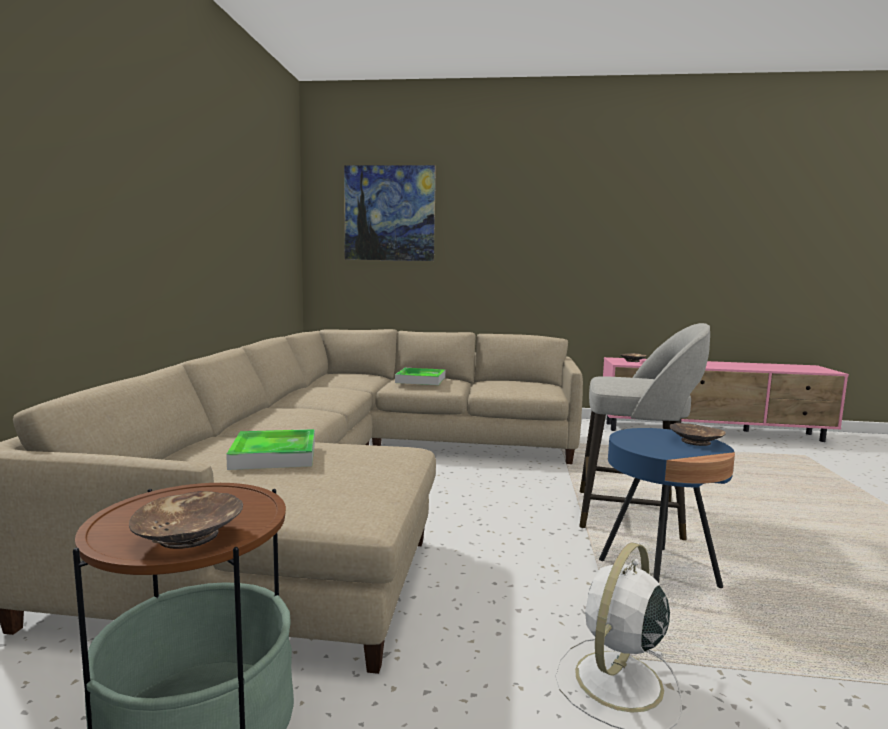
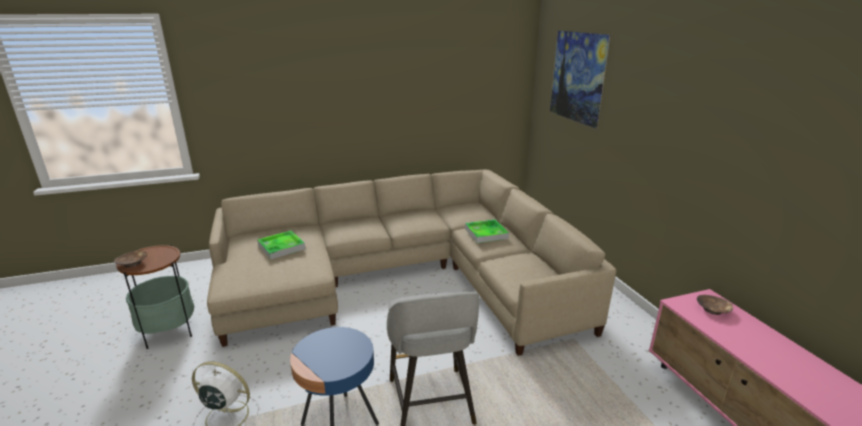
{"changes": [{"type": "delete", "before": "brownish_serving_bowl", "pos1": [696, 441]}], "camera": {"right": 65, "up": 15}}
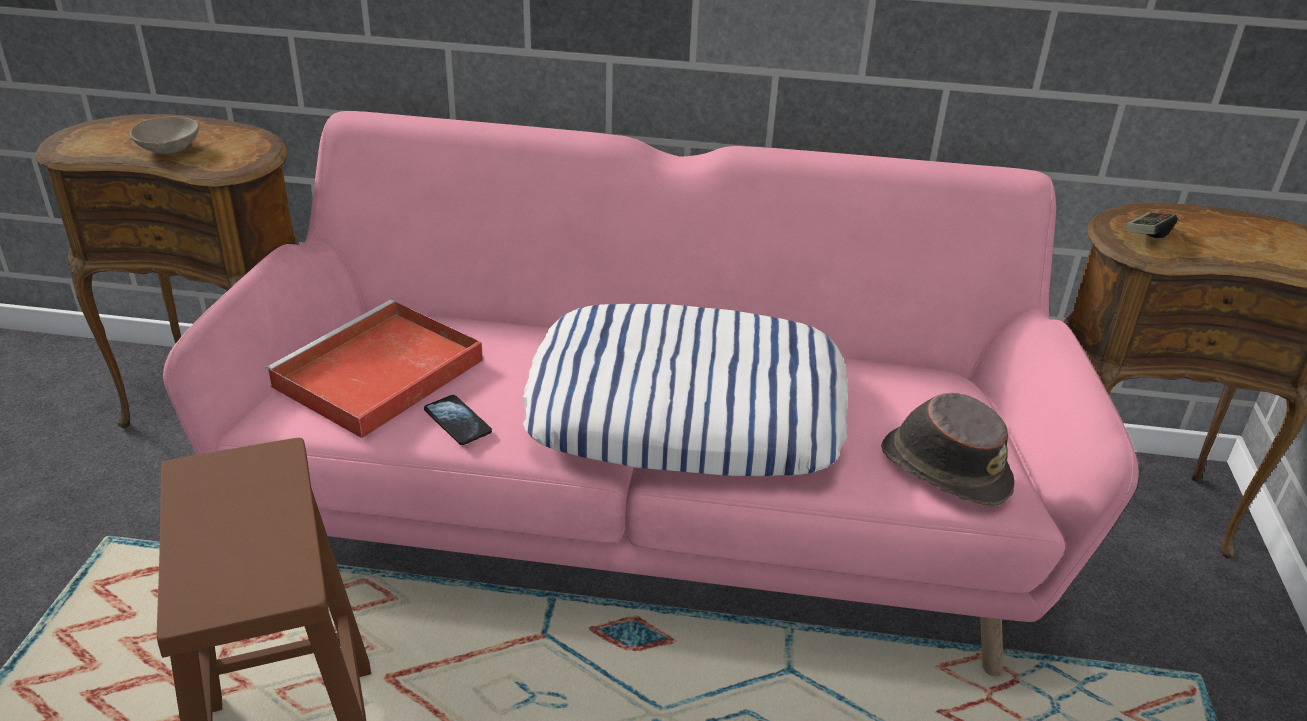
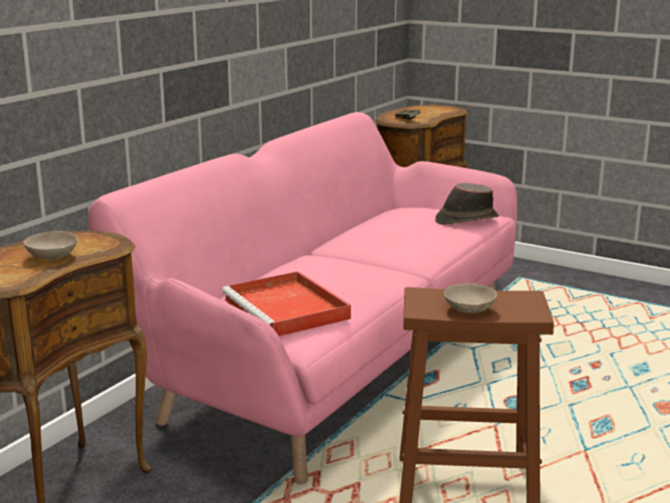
{"changes": [{"type": "delete", "before": "handset", "pos1": [457, 421]}, {"type": "delete", "before": "cushion", "pos1": [687, 408]}, {"type": "insert", "after": "beige_serving_bowl", "pos2": [469, 308]}], "camera": {"right": -65, "up": -15}}
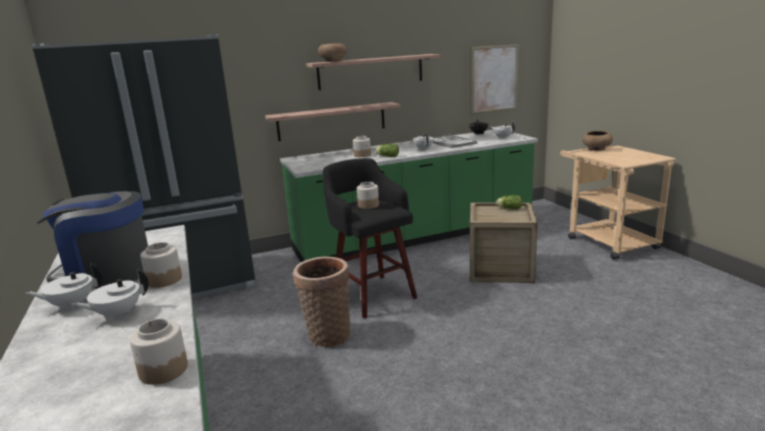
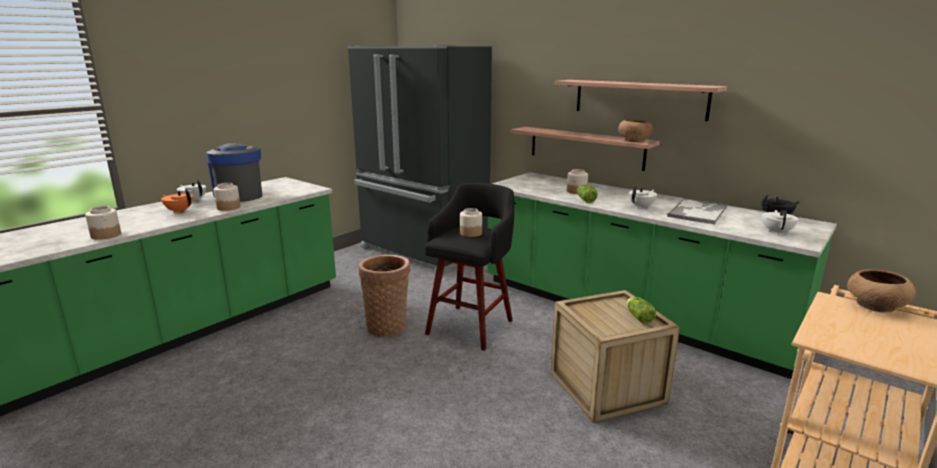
{"changes": [{"type": "delete", "before": "wall_picture", "pos1": [494, 79]}, {"type": "move", "before": "brownish_serving_bowl", "pos1": [333, 61], "pos2": [634, 140]}, {"type": "recolor", "before": "white_tea_pot", "after": "orange_tea_pot", "pos1": [118, 314], "pos2": [179, 211]}], "camera": {"right": 60, "up": 0}}
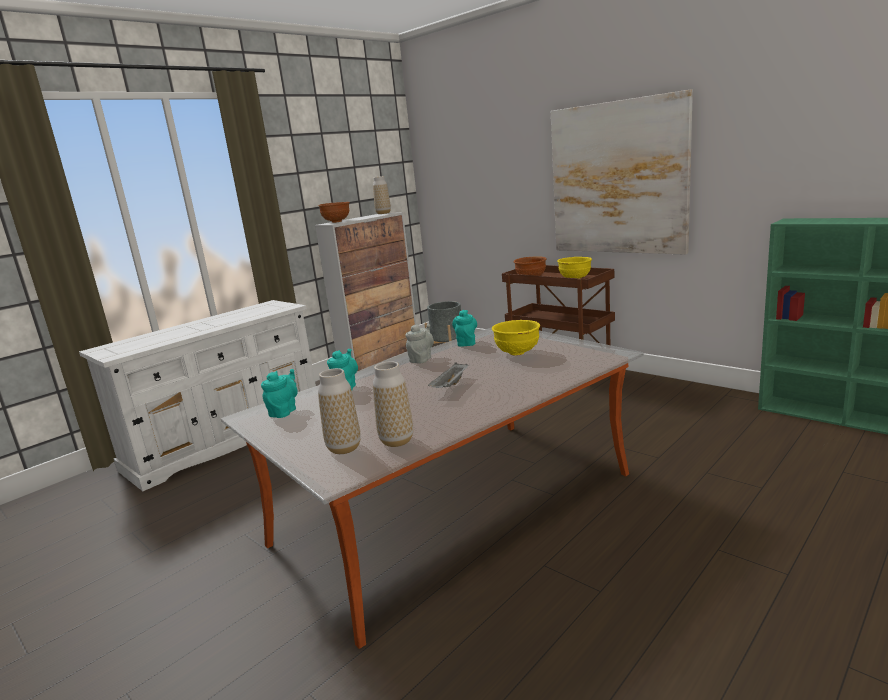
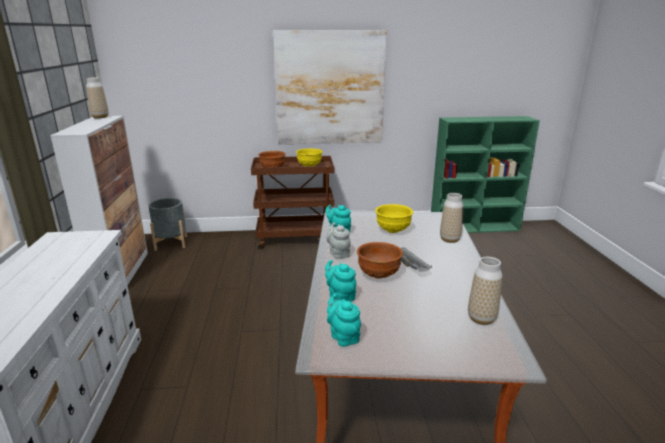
{"changes": [{"type": "move", "before": "brownish_serving_bowl", "pos1": [337, 222], "pos2": [379, 275]}, {"type": "move", "before": "decorative_vase", "pos1": [344, 448], "pos2": [449, 239]}], "camera": {"right": -50, "up": 5}}
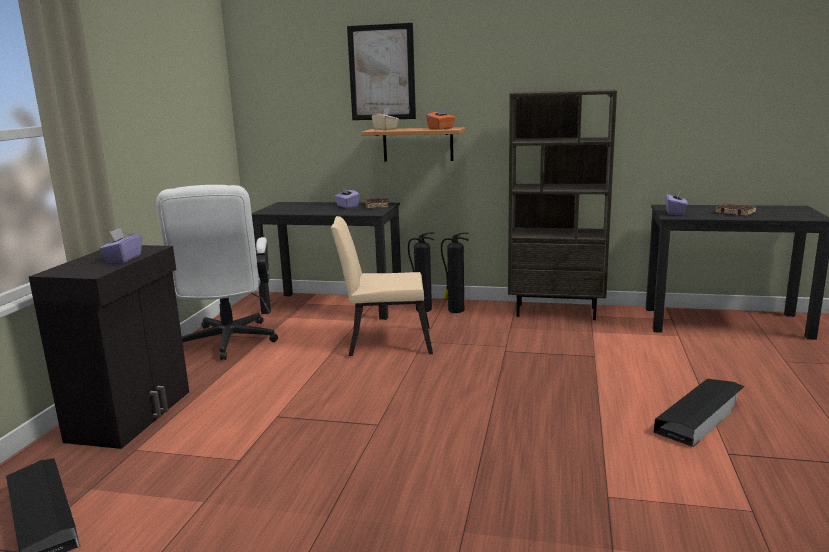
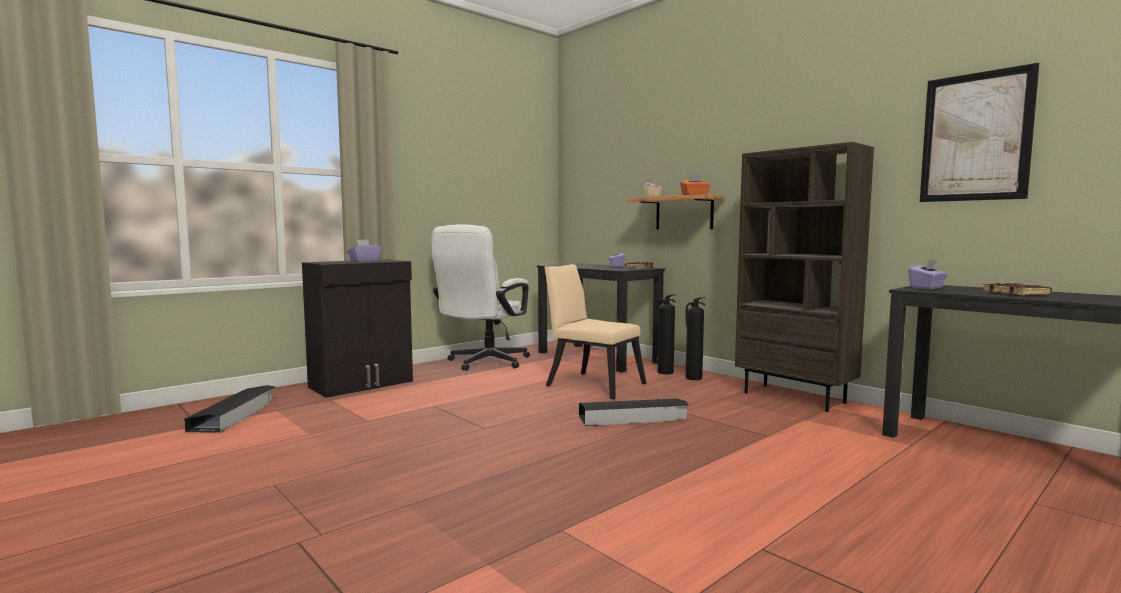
{"changes": [{"type": "move", "before": "wall_picture", "pos1": [382, 72], "pos2": [975, 137]}, {"type": "move", "before": "black_storage_box", "pos1": [700, 417], "pos2": [633, 418]}], "camera": {"right": 35, "up": -10}}
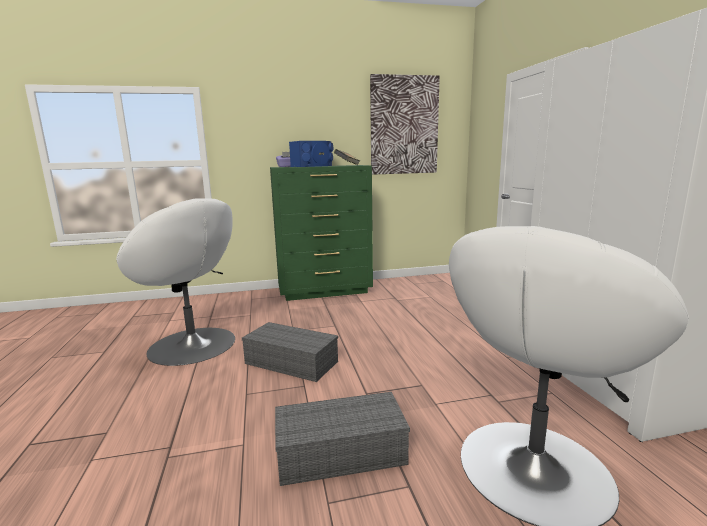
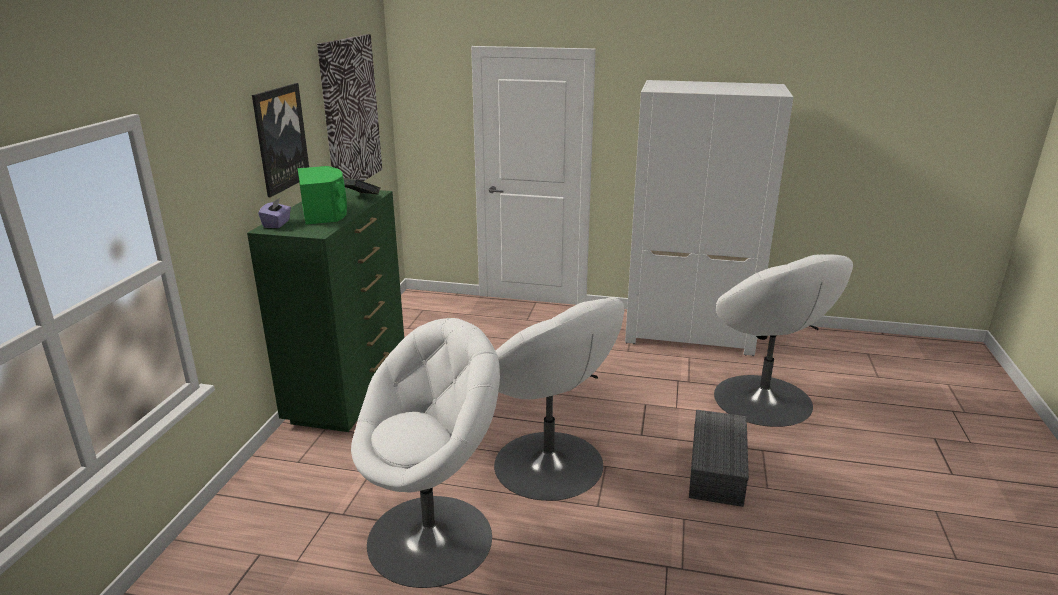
{"changes": [{"type": "insert", "after": "wall_picture", "pos2": [280, 138]}, {"type": "replace", "before": "greyish_storage_box", "after": "white_lounge_chair", "pos1": [289, 362], "pos2": [549, 465]}, {"type": "recolor", "before": "blue-coloured_speaker", "after": "green_speaker", "pos1": [313, 166], "pos2": [324, 212]}], "camera": {"right": -65, "up": 10}}
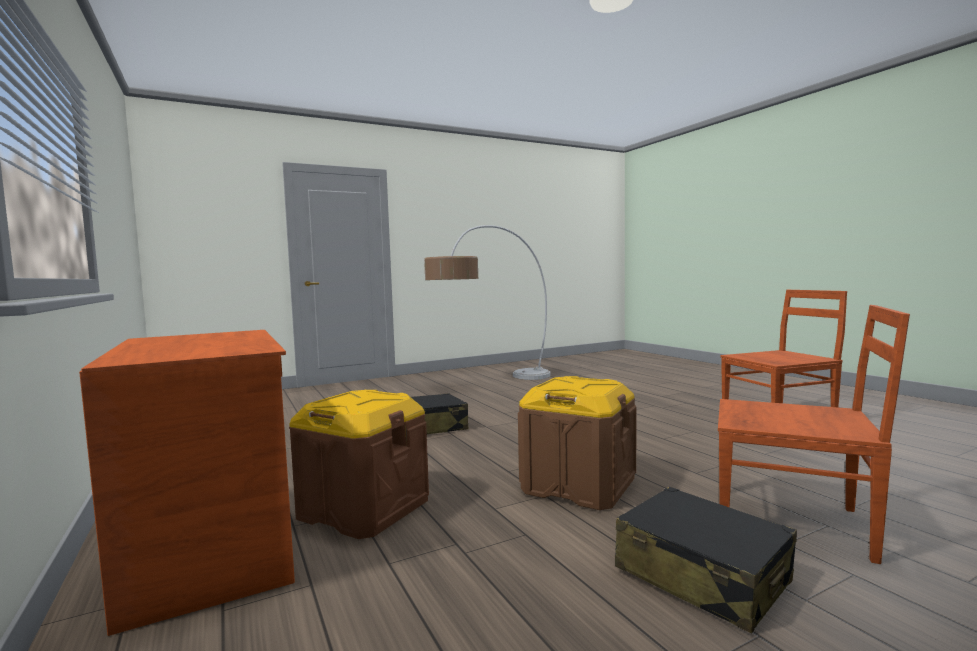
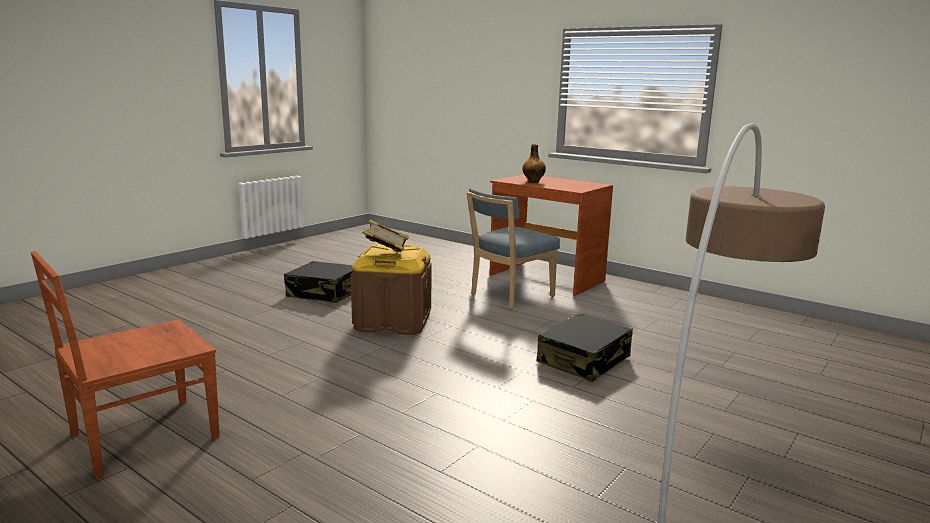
{"changes": [{"type": "delete", "before": "brownish_upright_chair", "pos1": [795, 523]}, {"type": "insert", "after": "bound_book", "pos2": [385, 255]}, {"type": "insert", "after": "drink_bottle", "pos2": [533, 181]}, {"type": "replace", "before": "brownish_storage_box", "after": "blue-coloured_upright_chair", "pos1": [364, 509], "pos2": [509, 296]}], "camera": {"right": 155, "up": 10}}
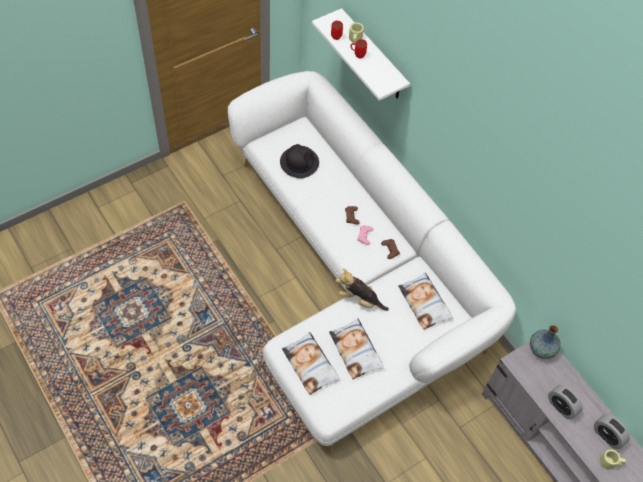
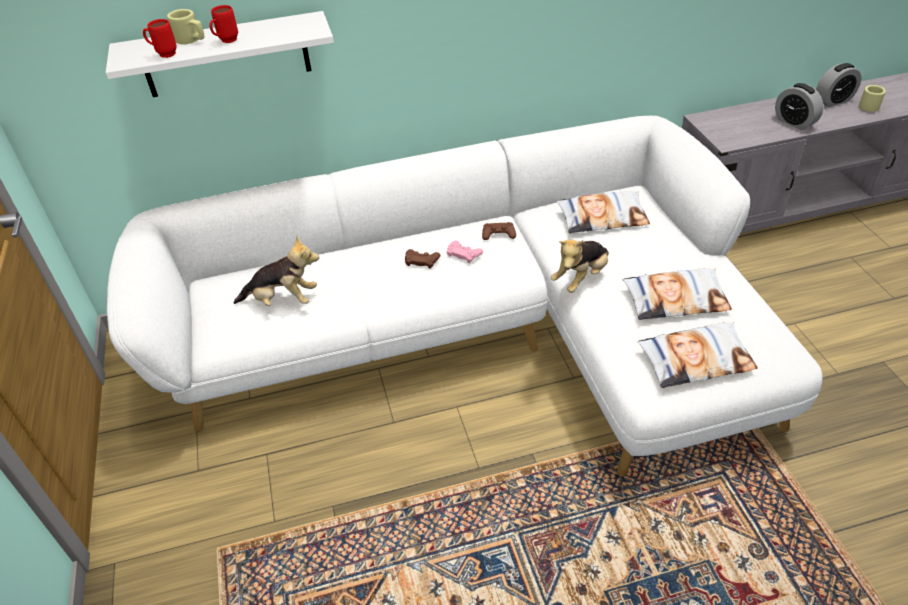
{"changes": [{"type": "delete", "before": "decorative_vase", "pos1": [541, 349]}, {"type": "replace", "before": "black_hat", "after": "soft_toy", "pos1": [299, 162], "pos2": [283, 300]}, {"type": "rotate", "before": "alarm_clock", "pos1": [561, 406], "pos2": [794, 122], "turn": 75}], "camera": {"right": -65, "up": -15}}
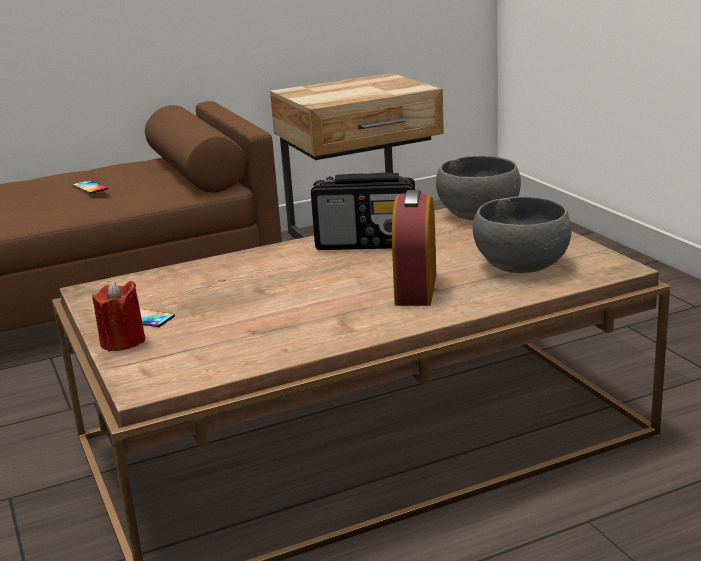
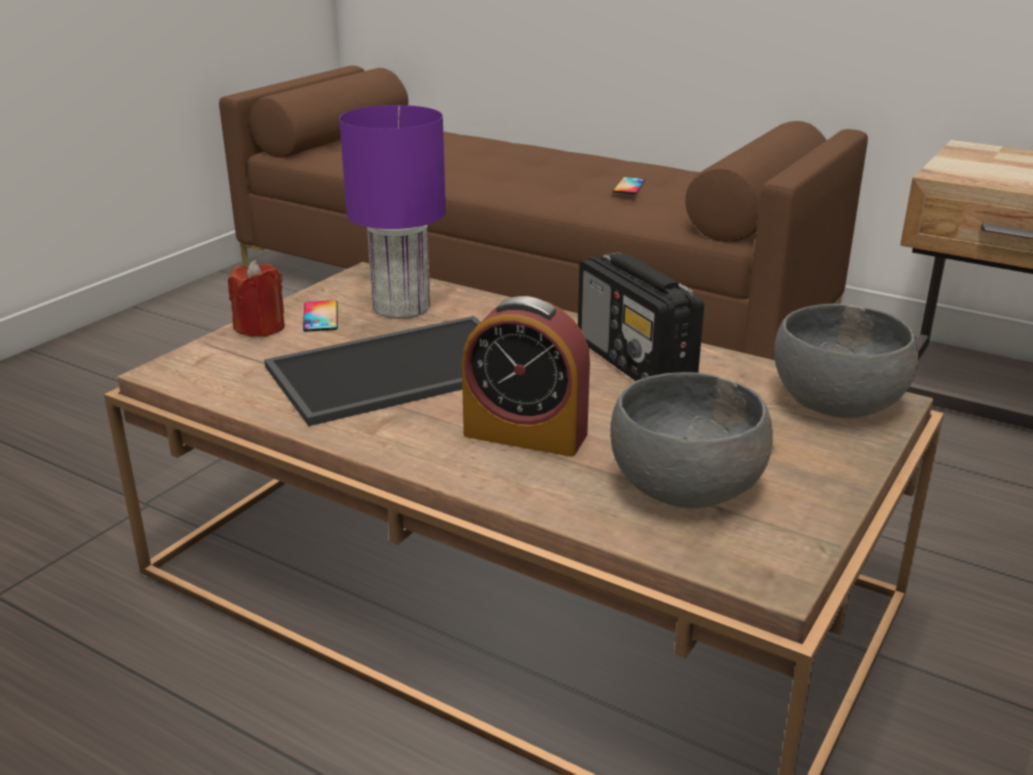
{"changes": [{"type": "insert", "after": "tray", "pos2": [398, 371]}, {"type": "insert", "after": "purple-coloured_lamp_for_a_table", "pos2": [403, 307]}, {"type": "rotate", "before": "alarm_clock", "pos1": [416, 289], "pos2": [525, 434], "turn": -135}], "camera": {"right": 55, "up": 5}}
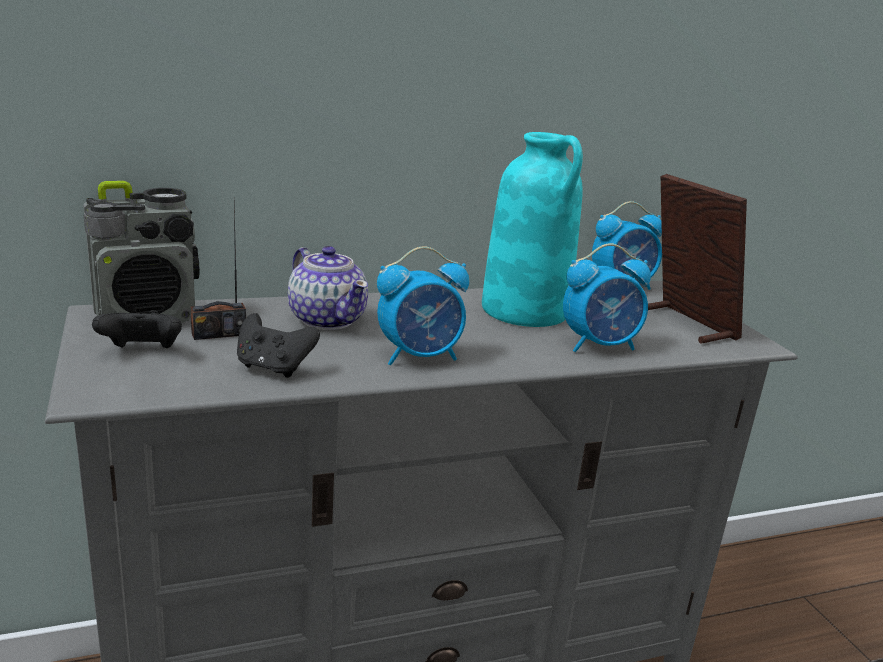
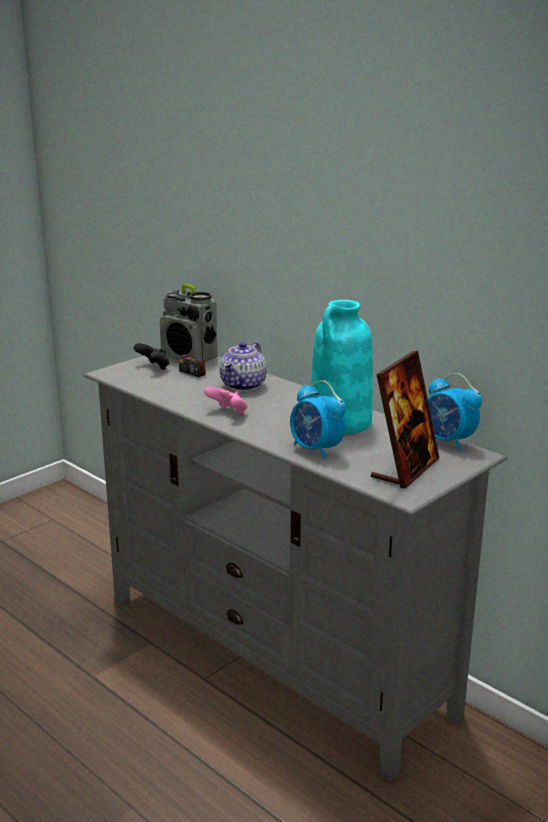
{"changes": [{"type": "delete", "before": "black_joypad", "pos1": [273, 368]}, {"type": "replace", "before": "alarm_clock", "after": "pink-coloured_joypad", "pos1": [420, 356], "pos2": [228, 413]}], "camera": {"right": 65, "up": 0}}
